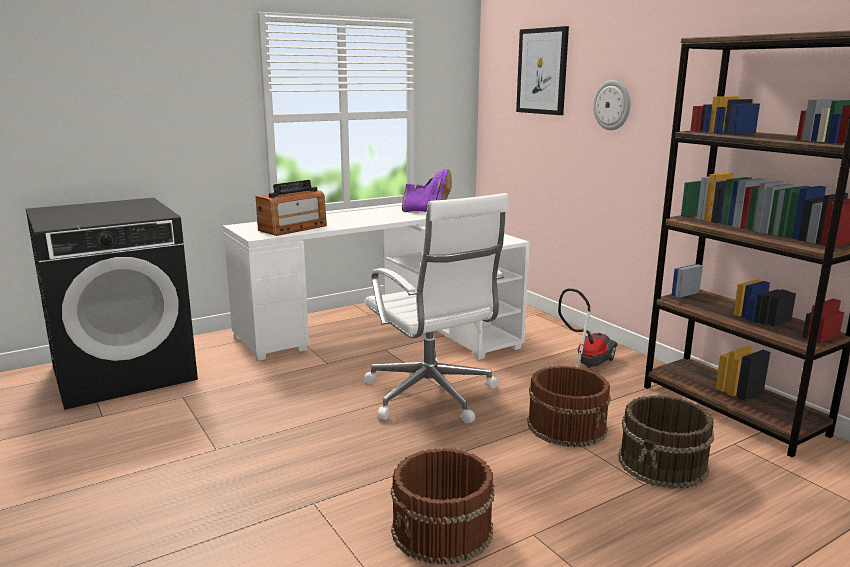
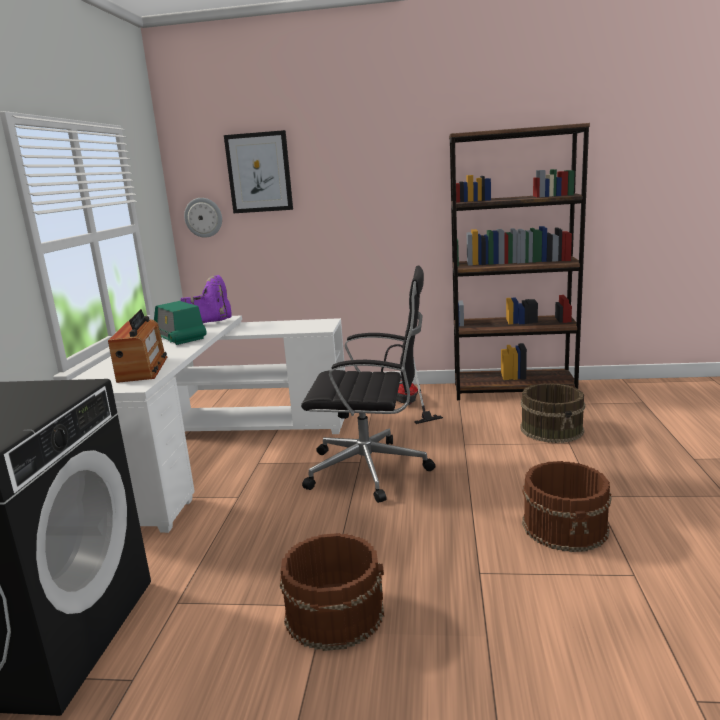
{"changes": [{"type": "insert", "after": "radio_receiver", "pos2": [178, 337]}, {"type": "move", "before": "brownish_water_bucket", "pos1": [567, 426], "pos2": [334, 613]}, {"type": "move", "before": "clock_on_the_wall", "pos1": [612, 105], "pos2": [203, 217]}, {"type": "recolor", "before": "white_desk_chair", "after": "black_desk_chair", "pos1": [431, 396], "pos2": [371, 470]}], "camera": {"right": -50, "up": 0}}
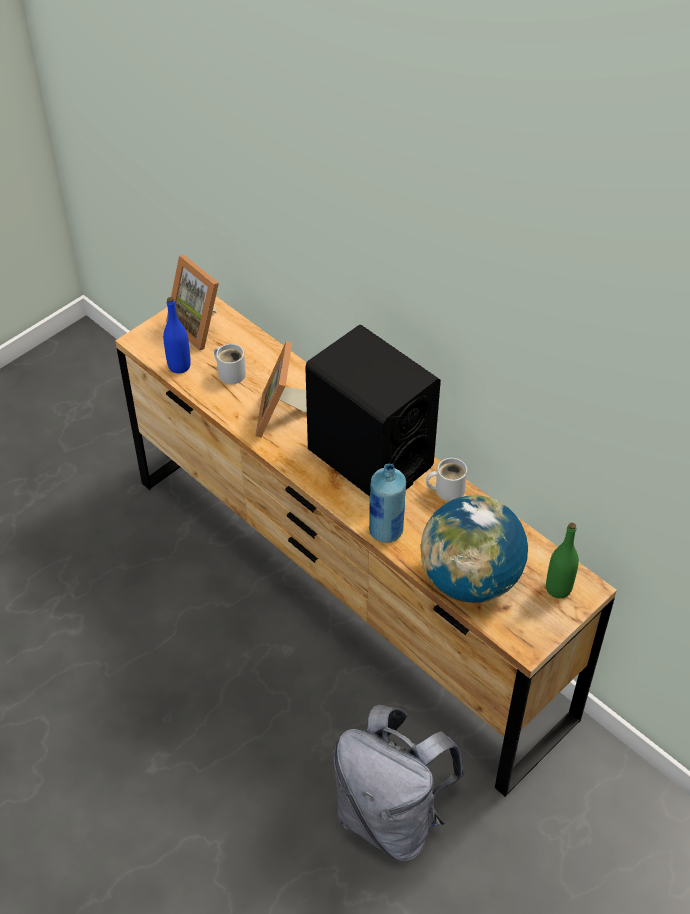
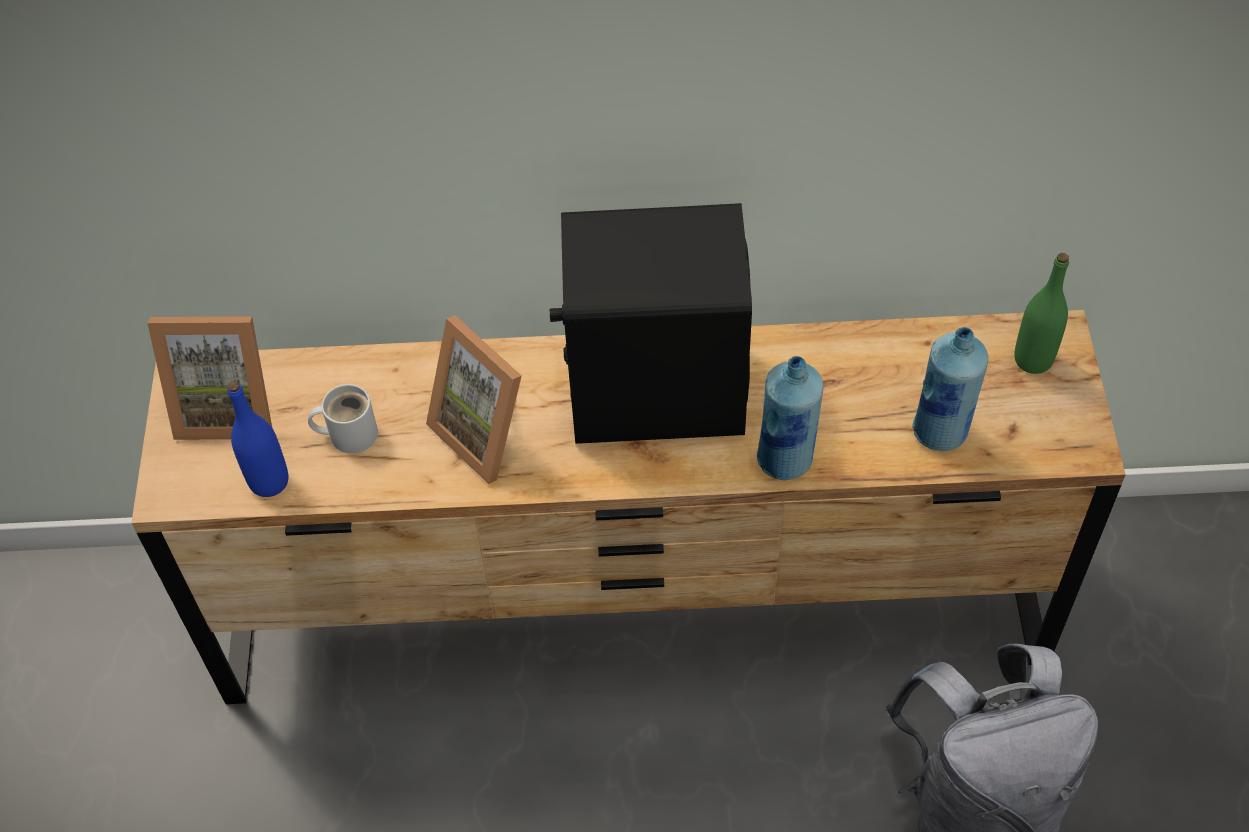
{"changes": [{"type": "delete", "before": "white_mug", "pos1": [446, 489]}, {"type": "replace", "before": "desk_globe", "after": "blue-coloured_drink_bottle", "pos1": [470, 579], "pos2": [940, 432]}], "camera": {"right": -45, "up": 5}}
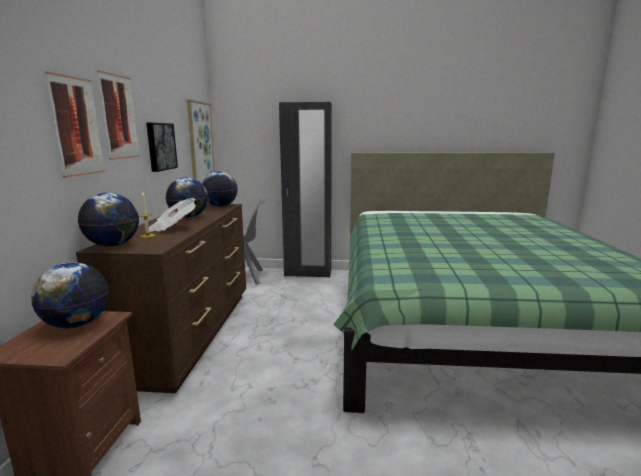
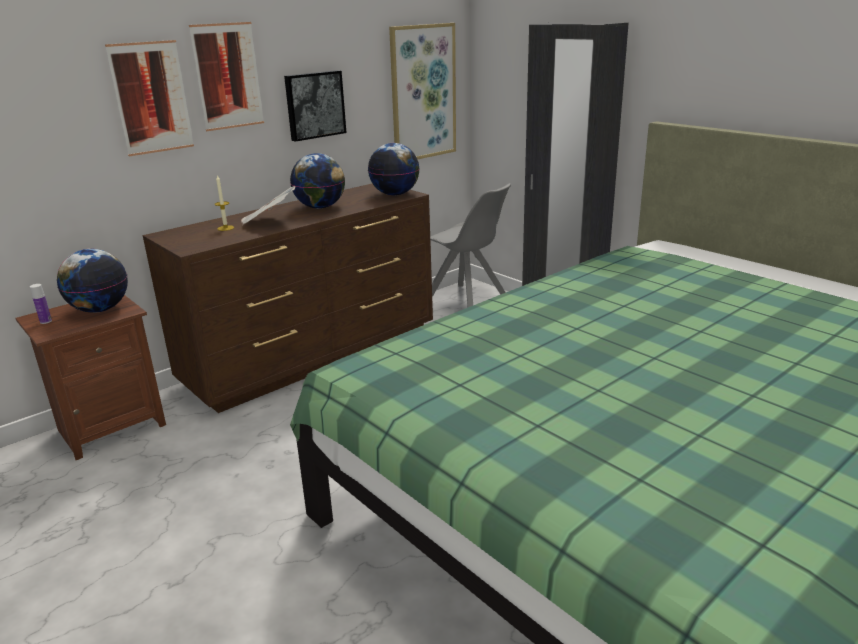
{"changes": [{"type": "delete", "before": "desk_globe", "pos1": [113, 245]}, {"type": "insert", "after": "drink_bottle", "pos2": [46, 321]}], "camera": {"right": 45, "up": 10}}
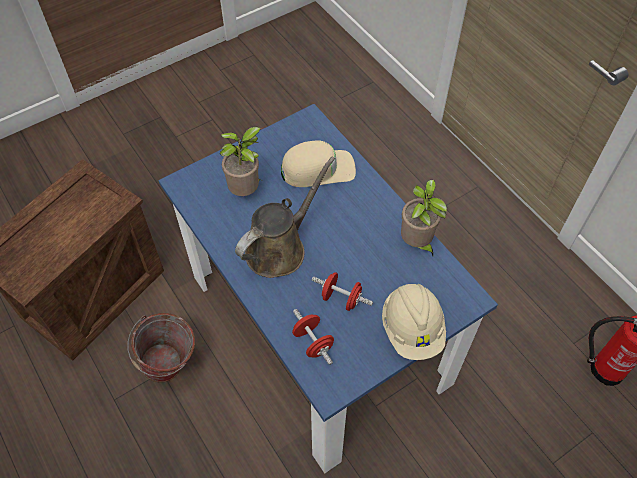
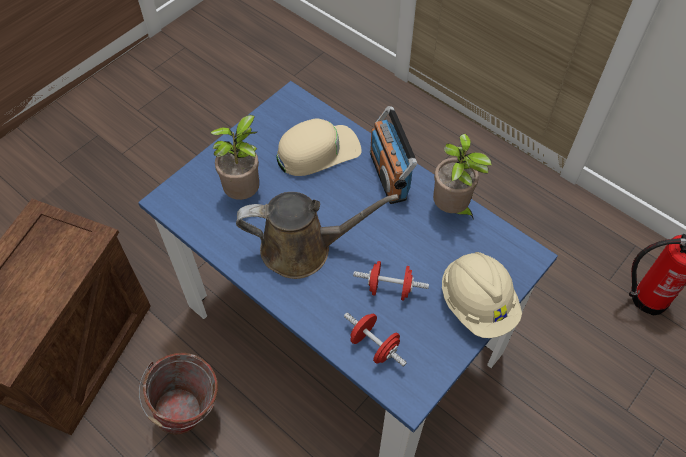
{"changes": [{"type": "insert", "after": "radio_receiver", "pos2": [389, 175]}, {"type": "rotate", "before": "brownish_sprinkling_can", "pos1": [280, 248], "pos2": [303, 248], "turn": 60}], "camera": {"right": -15, "up": 0}}
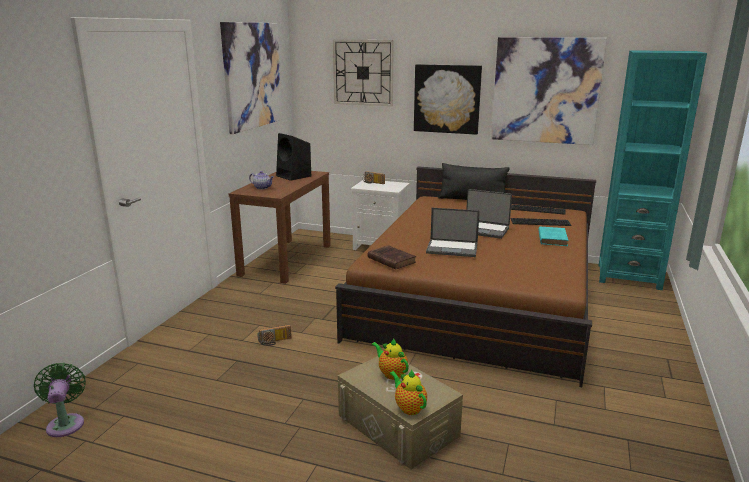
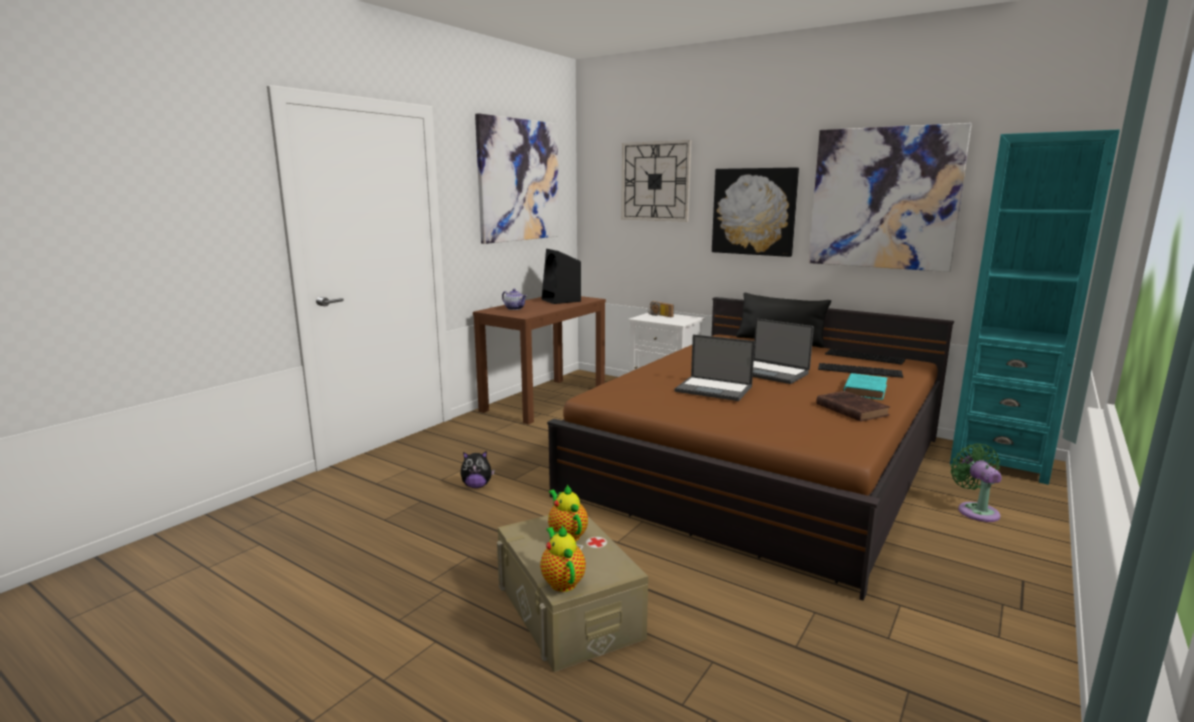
{"changes": [{"type": "move", "before": "green_cooling_fan", "pos1": [66, 423], "pos2": [976, 510]}, {"type": "move", "before": "brownish_bound_book", "pos1": [390, 260], "pos2": [850, 409]}, {"type": "replace", "before": "radio_receiver", "after": "soft_toy", "pos1": [275, 342], "pos2": [477, 486]}], "camera": {"right": 15, "up": -5}}
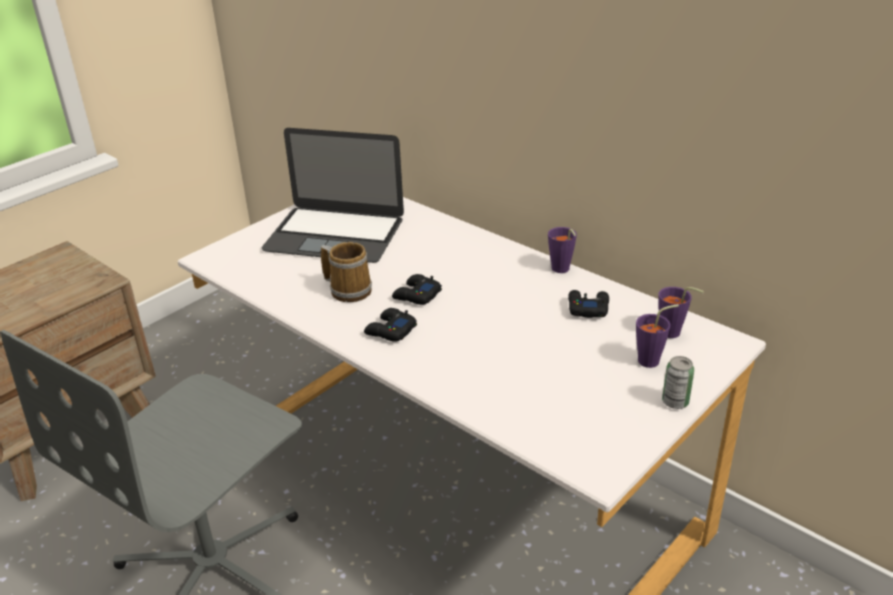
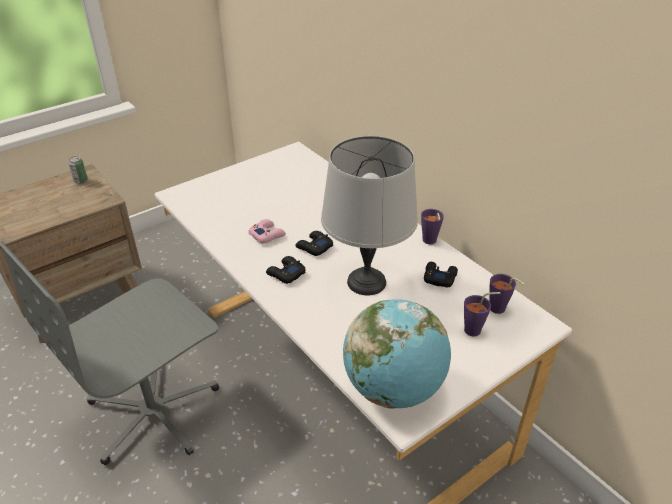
{"changes": [{"type": "delete", "before": "laptop", "pos1": [335, 234]}, {"type": "insert", "after": "greyish_lamp_for_a_table", "pos2": [366, 282]}, {"type": "insert", "after": "desk_globe", "pos2": [394, 388]}, {"type": "move", "before": "can", "pos1": [675, 402], "pos2": [81, 181]}, {"type": "replace", "before": "mug", "after": "pink-coloured_joypad", "pos1": [349, 289], "pos2": [267, 235]}], "camera": {"right": 10, "up": 5}}
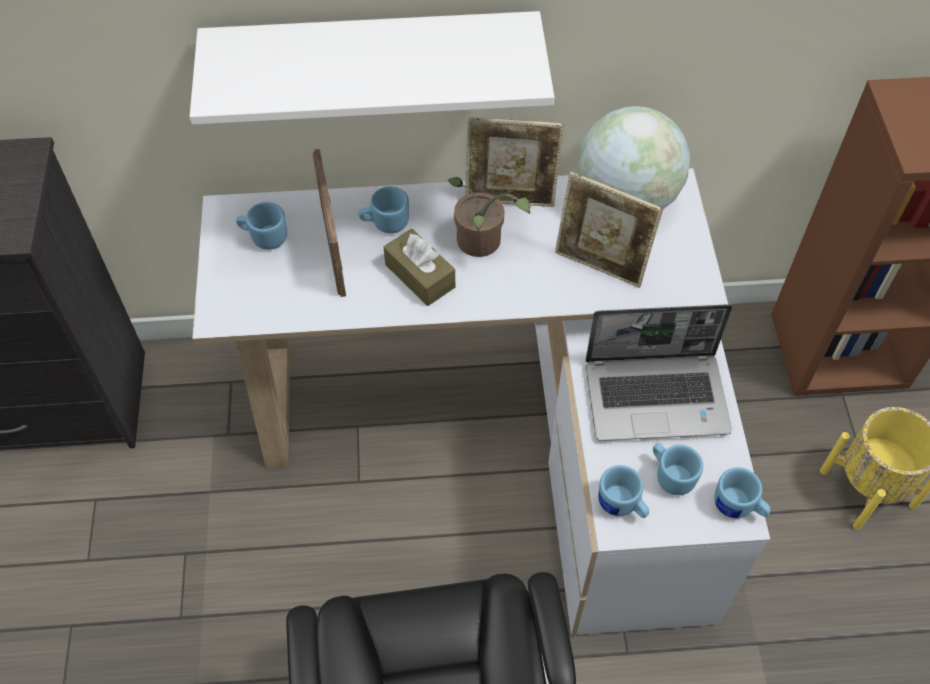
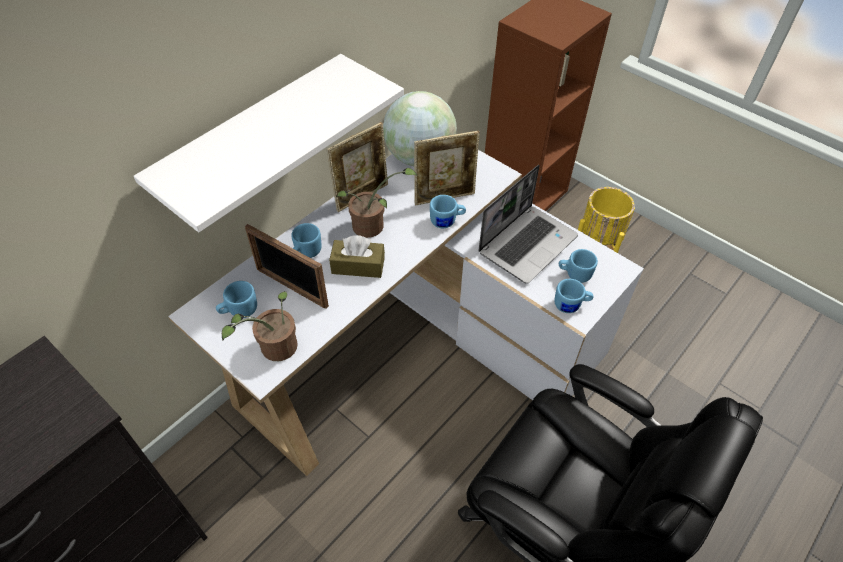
{"changes": [{"type": "insert", "after": "potted_plant", "pos2": [274, 349]}, {"type": "move", "before": "blue-coloured_mug", "pos1": [738, 507], "pos2": [447, 221]}], "camera": {"right": -45, "up": -5}}
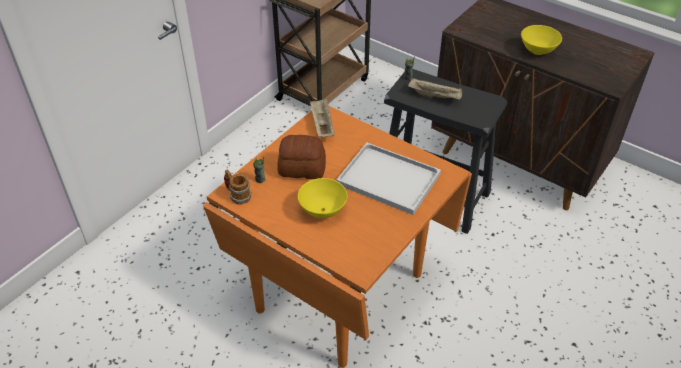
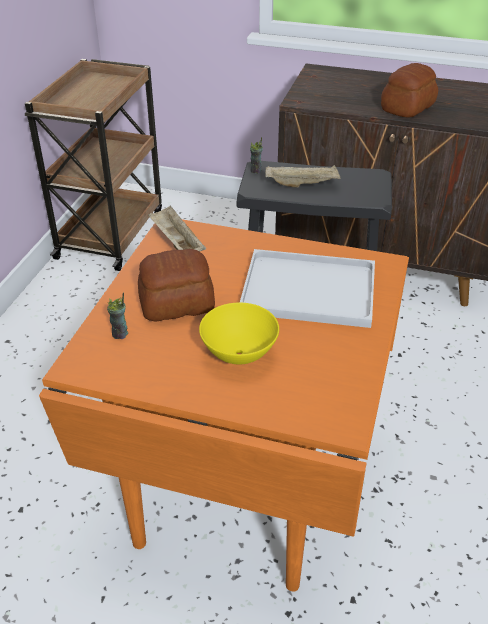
{"changes": [{"type": "delete", "before": "mug", "pos1": [237, 195]}, {"type": "replace", "before": "yellow_serving_bowl", "after": "bread", "pos1": [537, 51], "pos2": [406, 107]}], "camera": {"right": -20, "up": -5}}
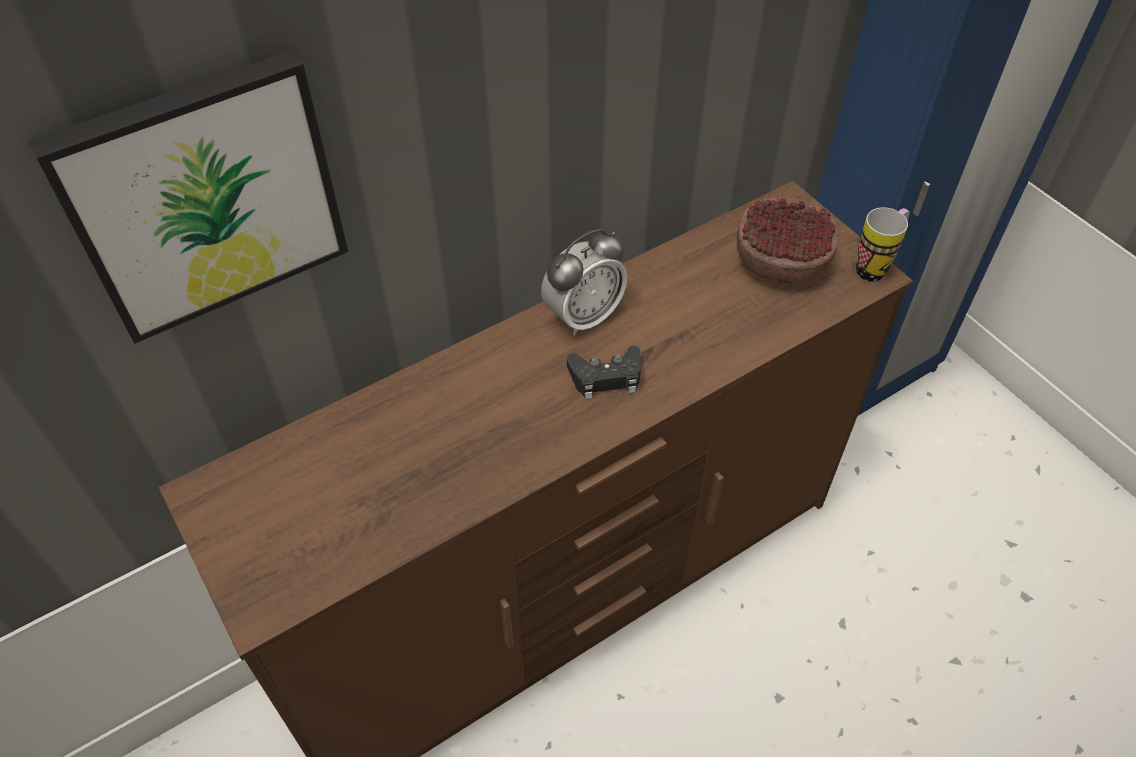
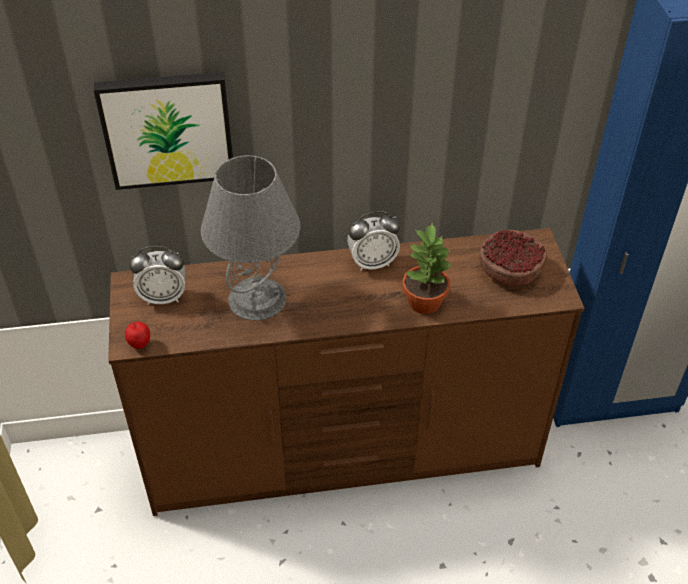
{"changes": [{"type": "delete", "before": "black_joypad", "pos1": [606, 377]}, {"type": "delete", "before": "mug", "pos1": [876, 266]}, {"type": "insert", "after": "whole_apple", "pos2": [140, 345]}, {"type": "insert", "after": "alarm_clock", "pos2": [163, 297]}, {"type": "insert", "after": "greyish_lamp_for_a_table", "pos2": [257, 299]}, {"type": "insert", "after": "potted_plant", "pos2": [424, 301]}], "camera": {"right": 25, "up": -5}}
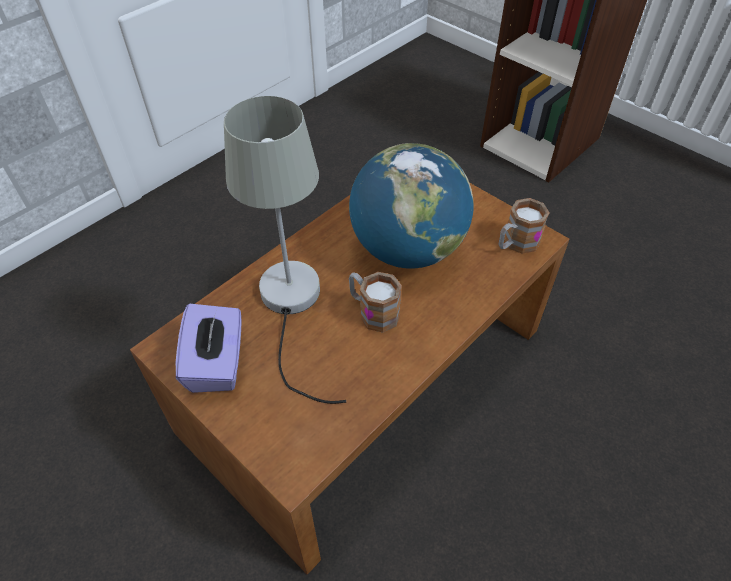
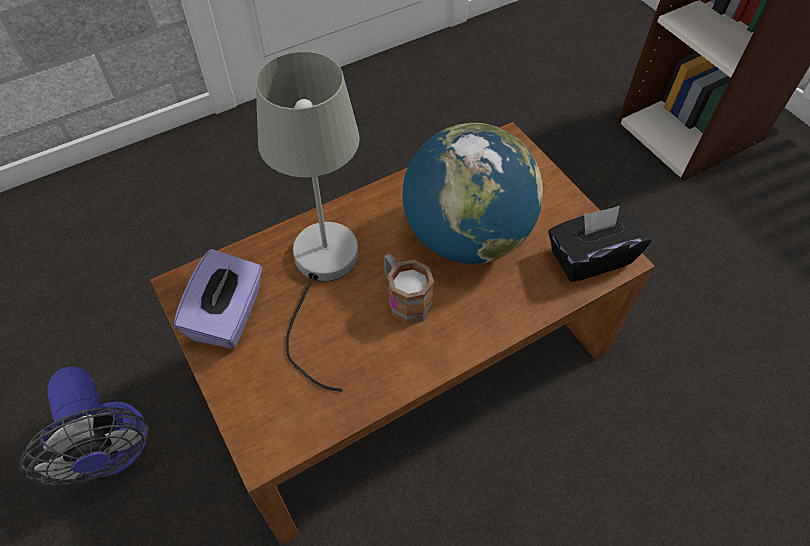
{"changes": [{"type": "insert", "after": "cooling_fan", "pos2": [113, 452]}, {"type": "replace", "before": "mug", "after": "black_tissue_holder", "pos1": [516, 244], "pos2": [589, 258]}], "camera": {"right": 15, "up": 5}}
